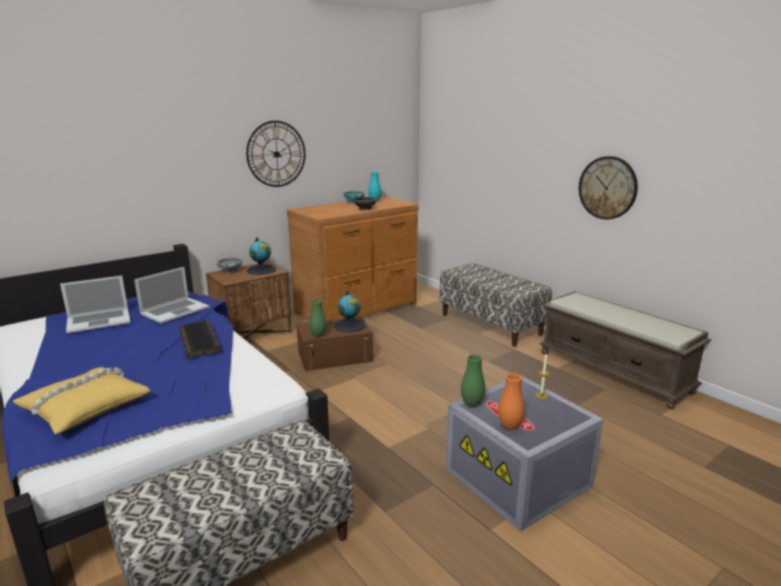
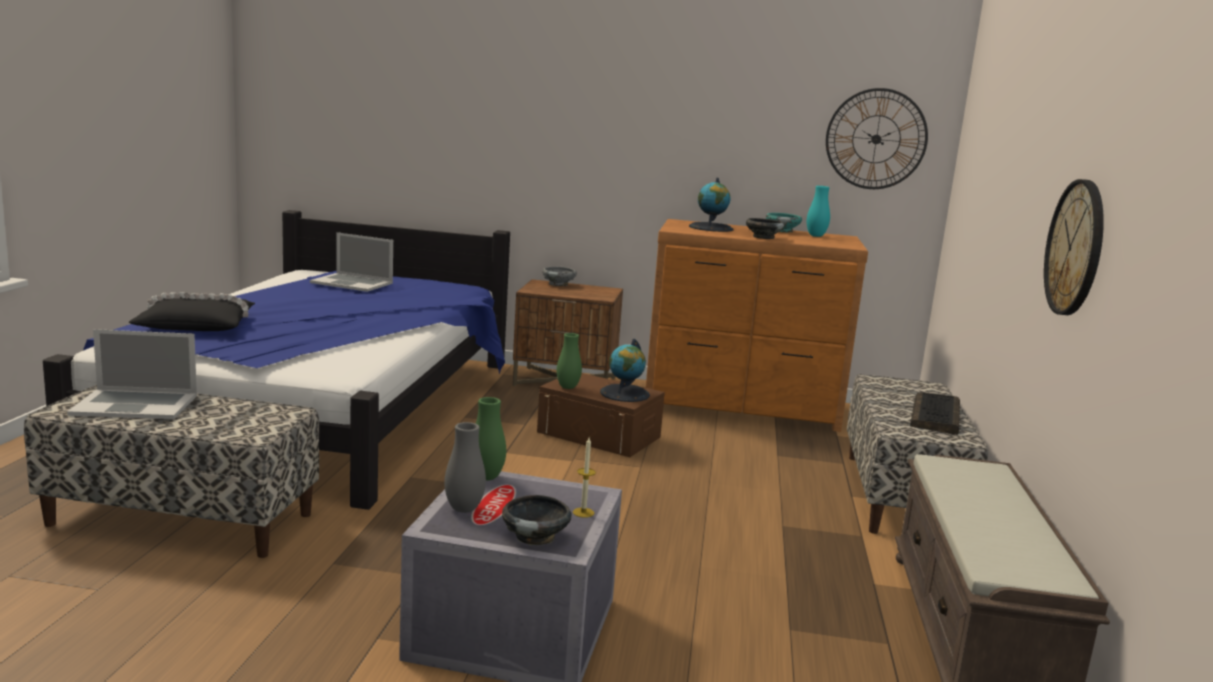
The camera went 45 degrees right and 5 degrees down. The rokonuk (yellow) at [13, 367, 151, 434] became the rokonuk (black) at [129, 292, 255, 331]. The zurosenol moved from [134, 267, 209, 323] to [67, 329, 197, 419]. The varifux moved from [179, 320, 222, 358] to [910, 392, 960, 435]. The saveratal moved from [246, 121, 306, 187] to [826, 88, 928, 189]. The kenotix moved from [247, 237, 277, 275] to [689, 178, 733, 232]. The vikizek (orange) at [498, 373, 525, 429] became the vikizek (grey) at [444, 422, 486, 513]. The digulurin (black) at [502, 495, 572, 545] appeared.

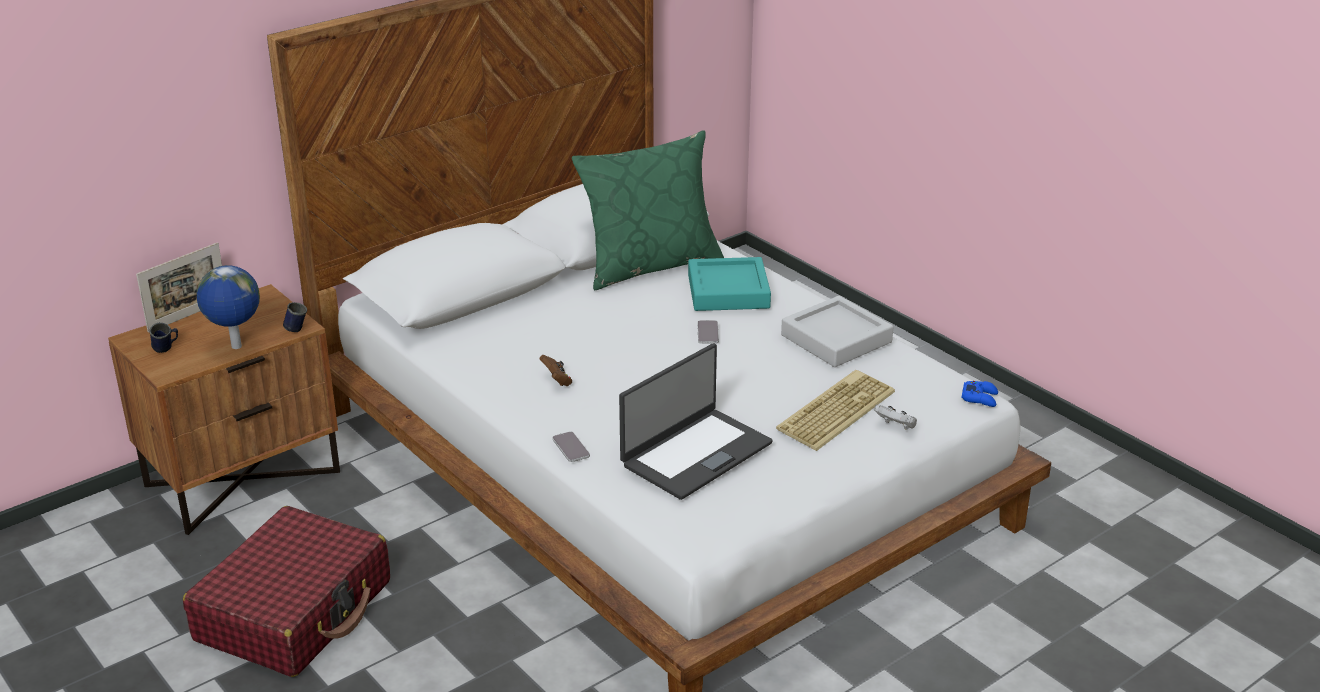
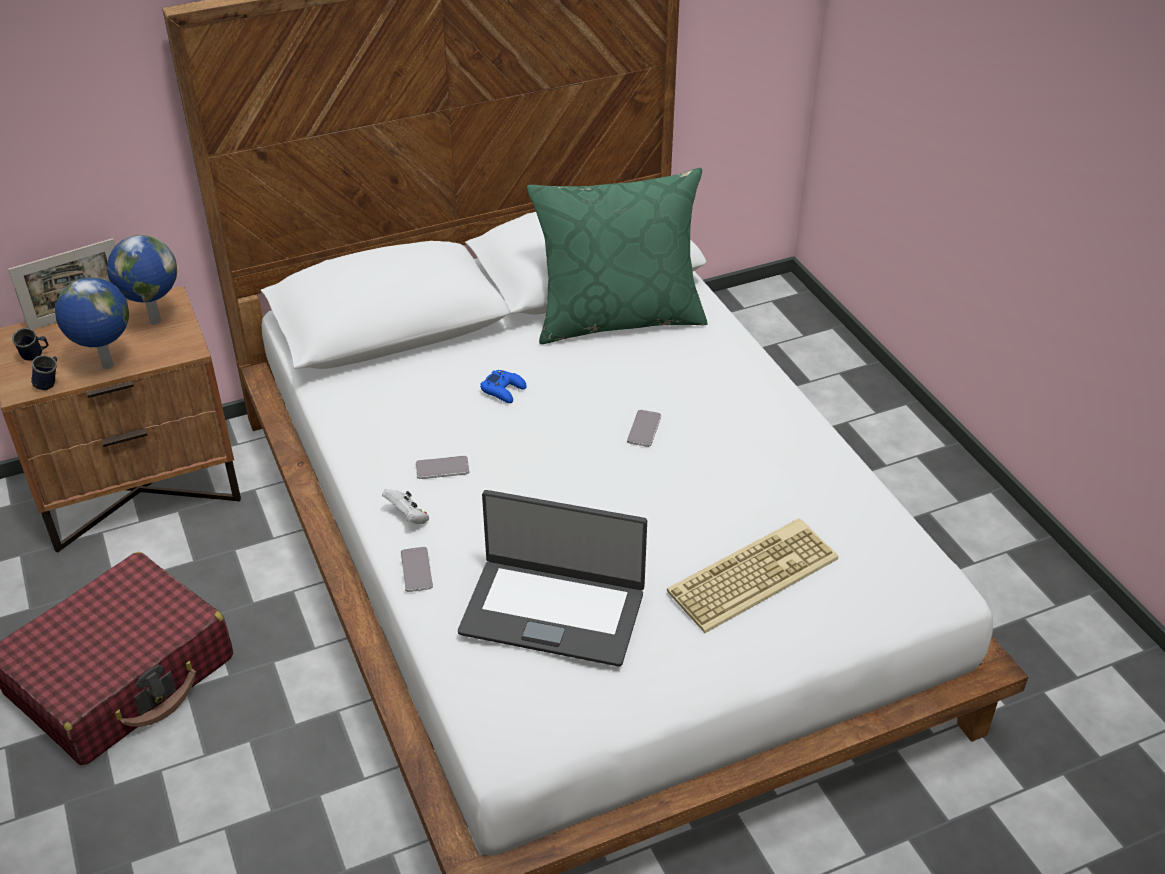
The camera went 15 degrees right and 10 degrees up. The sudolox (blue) moved from [283, 302, 307, 332] to [31, 355, 57, 390]. The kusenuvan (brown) at [539, 355, 572, 386] was replaced by the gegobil at [416, 456, 470, 479]. The zurosenol at [619, 344, 773, 500] turned 45 degrees clockwise. The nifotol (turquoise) at [688, 257, 771, 311] disappeared. The nifotol (grey) at [781, 296, 893, 367] disappeared. The kusenuvan (white) moved from [874, 404, 917, 430] to [382, 489, 429, 524]. The kusenuvan (blue) moved from [961, 381, 998, 407] to [480, 370, 527, 403]. The kenotix at [107, 235, 177, 325] appeared.

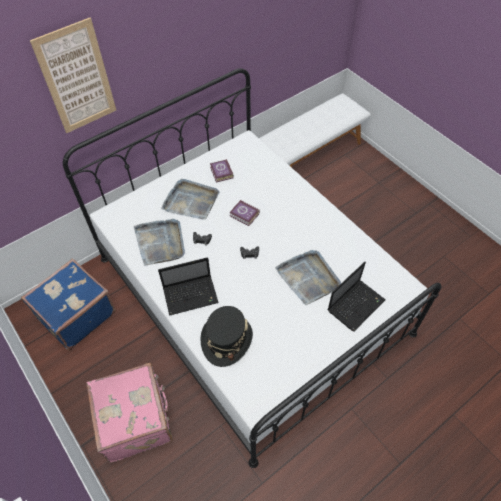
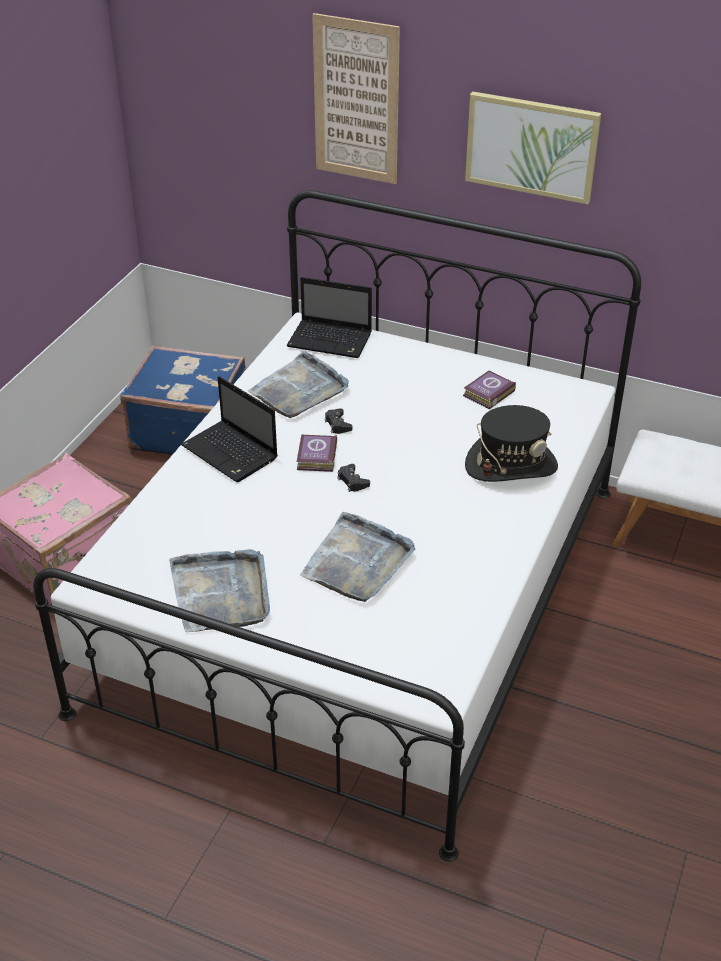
The camera went 60 degrees right and 15 degrees down. The nifotol (grey) moved from [161, 179, 219, 220] to [169, 549, 270, 632]. The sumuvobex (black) moved from [200, 306, 253, 367] to [465, 405, 558, 482]. The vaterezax moved from [229, 200, 260, 226] to [297, 435, 337, 472]. The zurosenol moved from [328, 262, 386, 332] to [287, 277, 372, 358]. The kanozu at [465, 91, 601, 204] appeared.

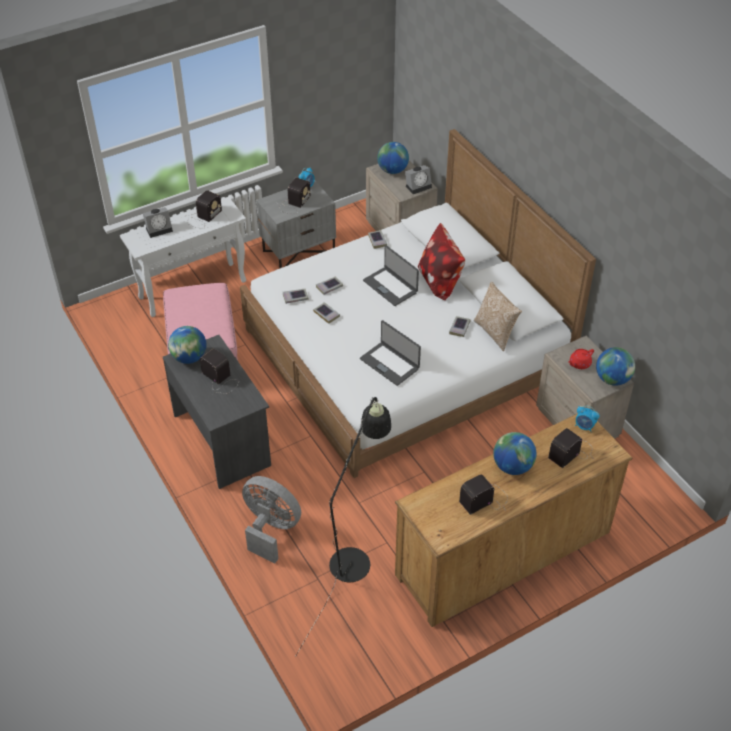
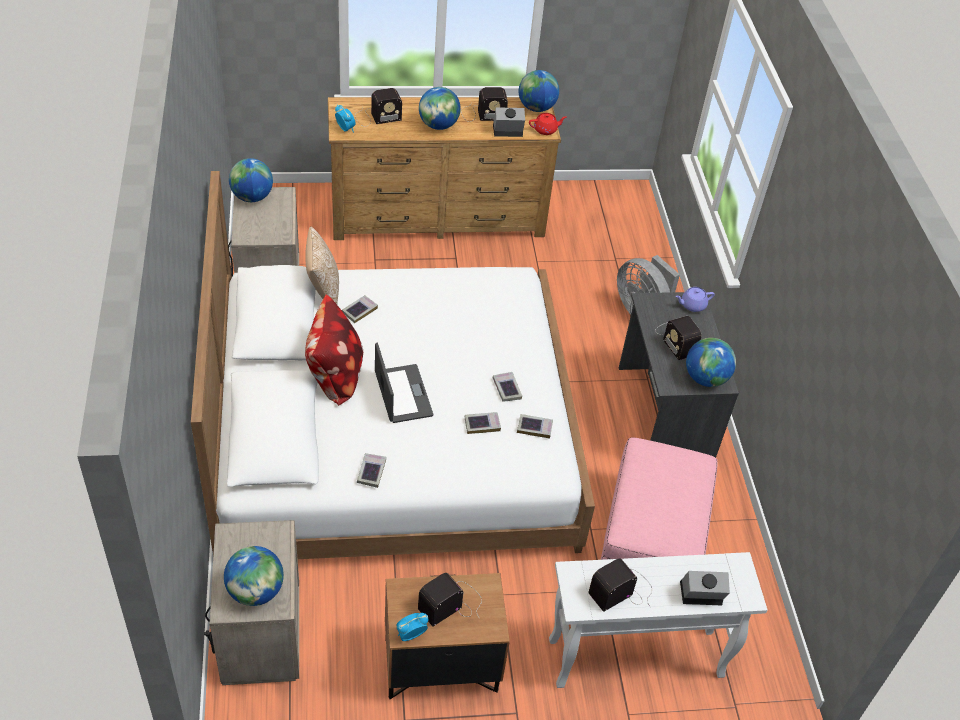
The camera went 160 degrees left and 0 degrees up. The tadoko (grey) at [257, 181, 336, 268] became the tadoko (brown) at [385, 573, 510, 699]. The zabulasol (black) at [295, 397, 391, 657] disappeared. The zurosenol at [360, 320, 421, 386] disappeared. The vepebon moved from [405, 165, 432, 194] to [493, 107, 525, 137]. The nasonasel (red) moved from [568, 349, 594, 369] to [529, 113, 567, 135]. The kenotix at [519, 70, 559, 112] appeared. The nasonasel (purple) at [675, 287, 715, 312] appeared.

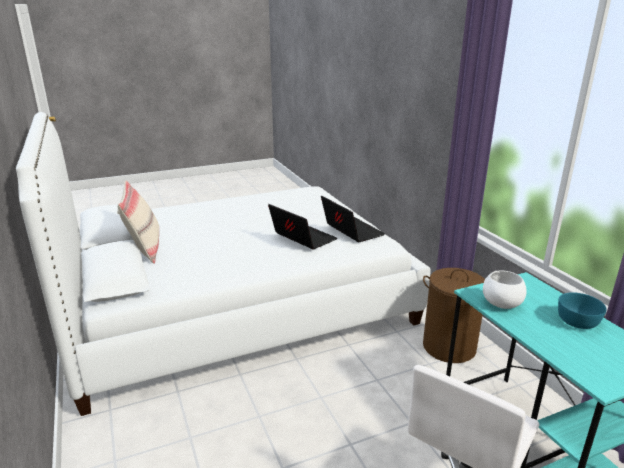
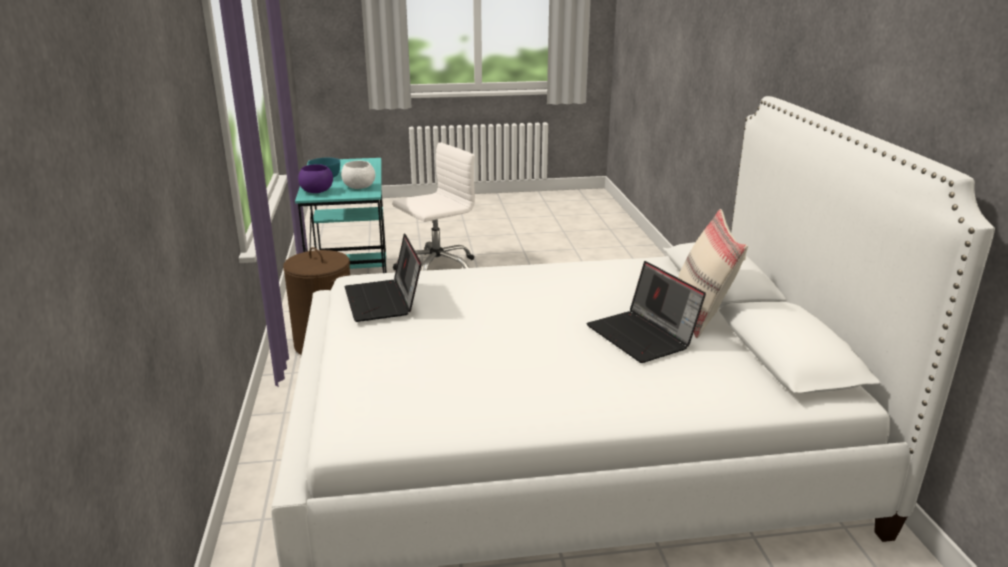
The camera went 165 degrees left and 0 degrees up. The zurosenol moved from [268, 204, 337, 249] to [587, 261, 706, 363]. The digulurin (purple) at [298, 164, 333, 193] appeared.

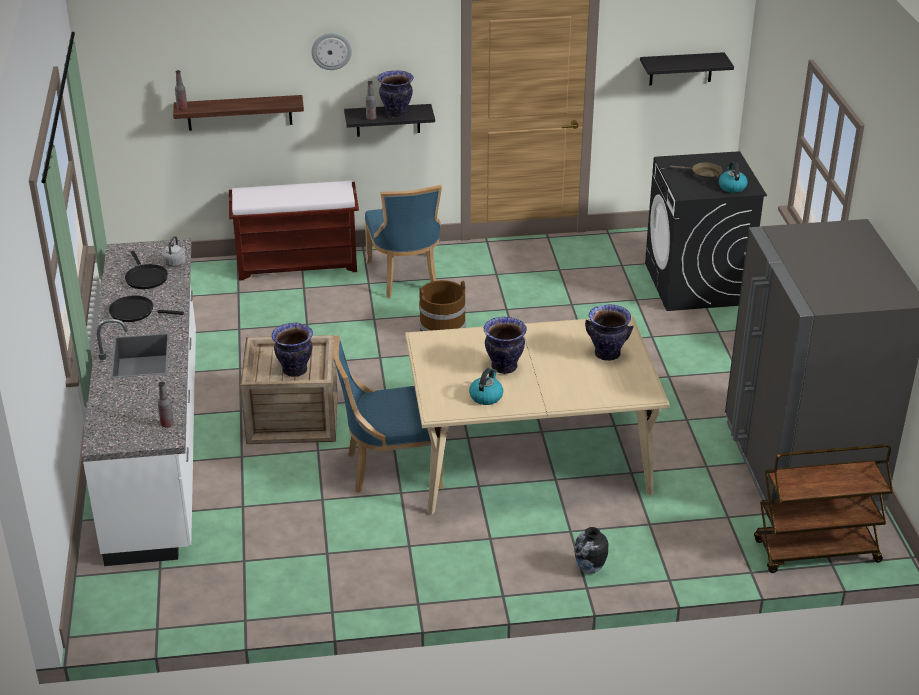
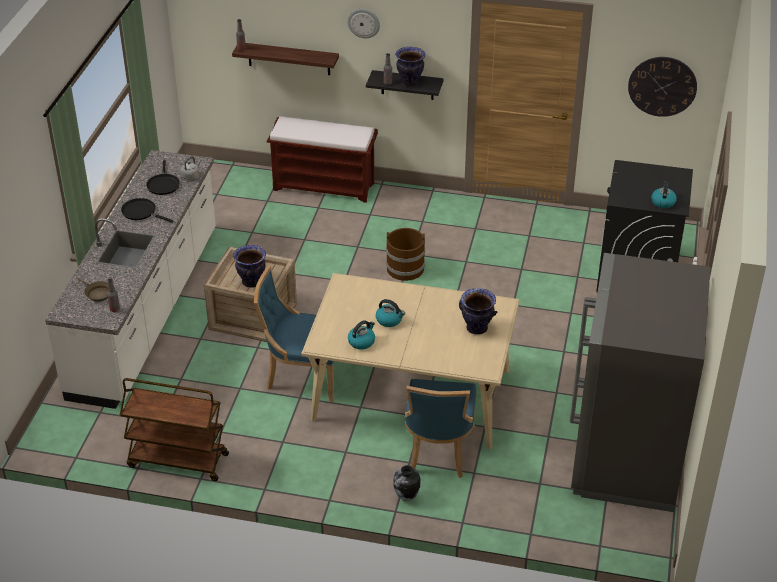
The camera went 20 degrees right and 5 degrees up. The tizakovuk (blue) moved from [365, 185, 442, 298] to [405, 379, 476, 478]. The vikizek at [484, 317, 526, 374] was replaced by the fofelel at [376, 299, 405, 327]. The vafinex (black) at [640, 52, 734, 85] was replaced by the saveratal at [628, 57, 697, 117]. The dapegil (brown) moved from [670, 162, 722, 181] to [76, 277, 109, 302]. The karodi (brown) moved from [754, 444, 894, 573] to [120, 378, 229, 481].

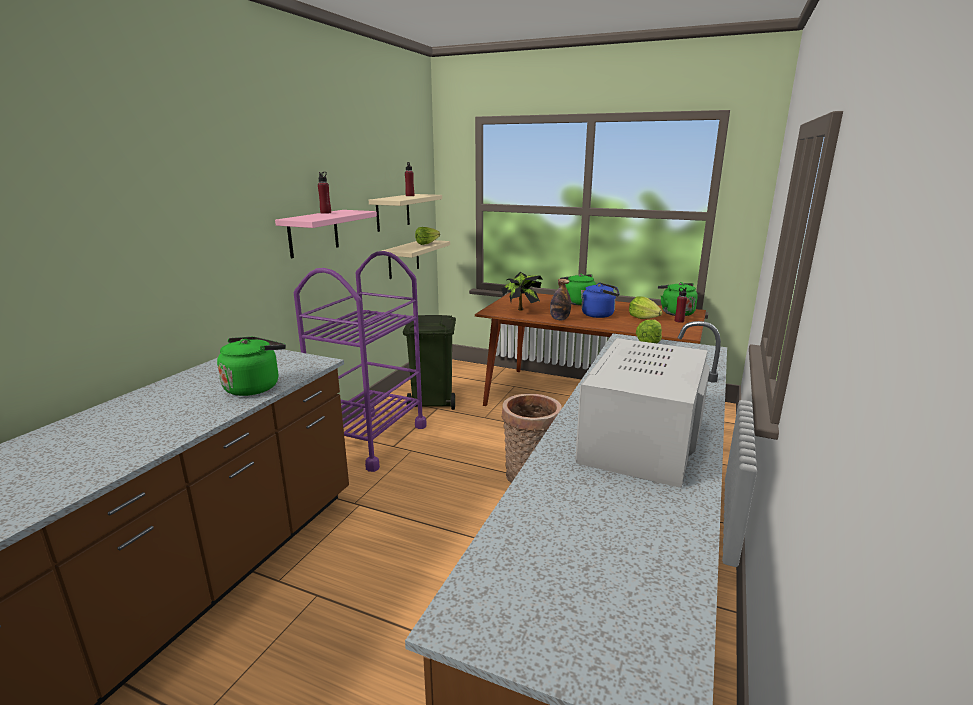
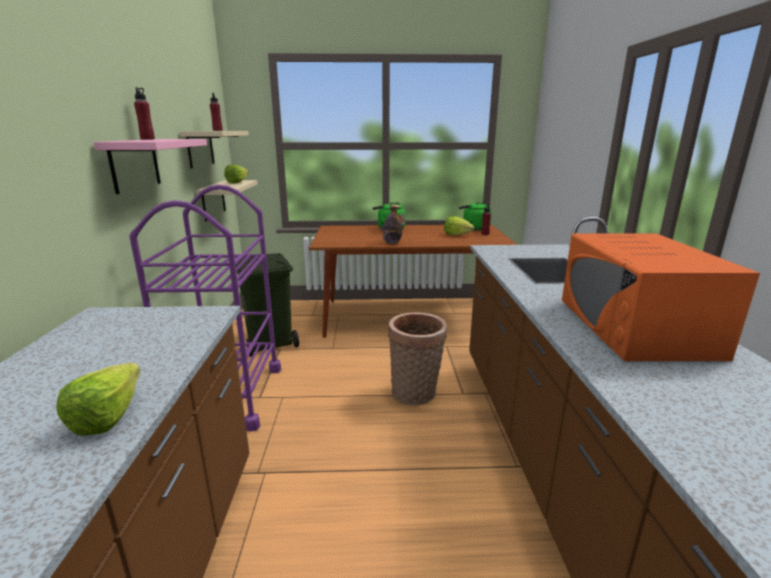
The camera went 25 degrees left and 0 degrees up. The fofelel (green) at [217, 337, 286, 396] disappeared. The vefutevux at [502, 272, 543, 311] disappeared. The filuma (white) at [575, 338, 710, 488] became the filuma (orange) at [562, 233, 760, 361]. The fofelel (blue) at [582, 282, 620, 318] disappeared. The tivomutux moved from [636, 320, 662, 343] to [56, 363, 141, 436].

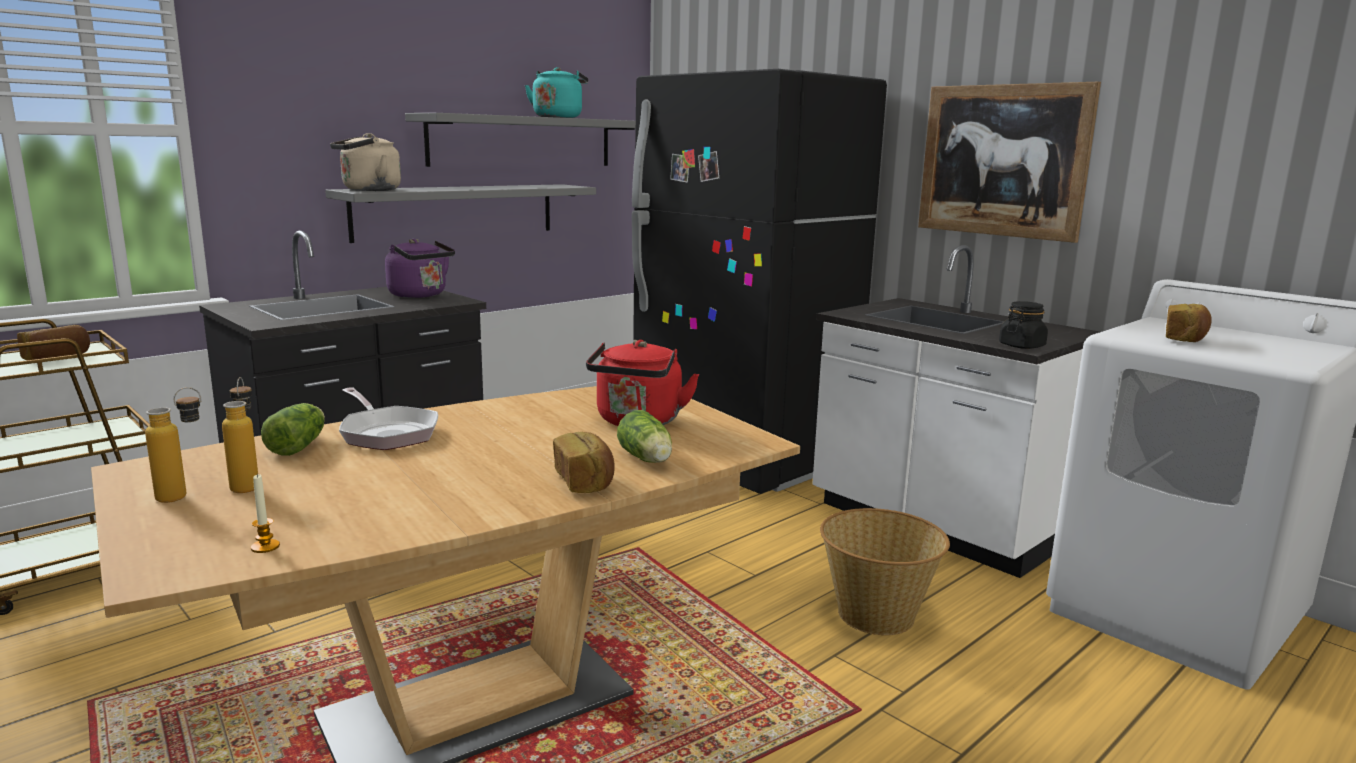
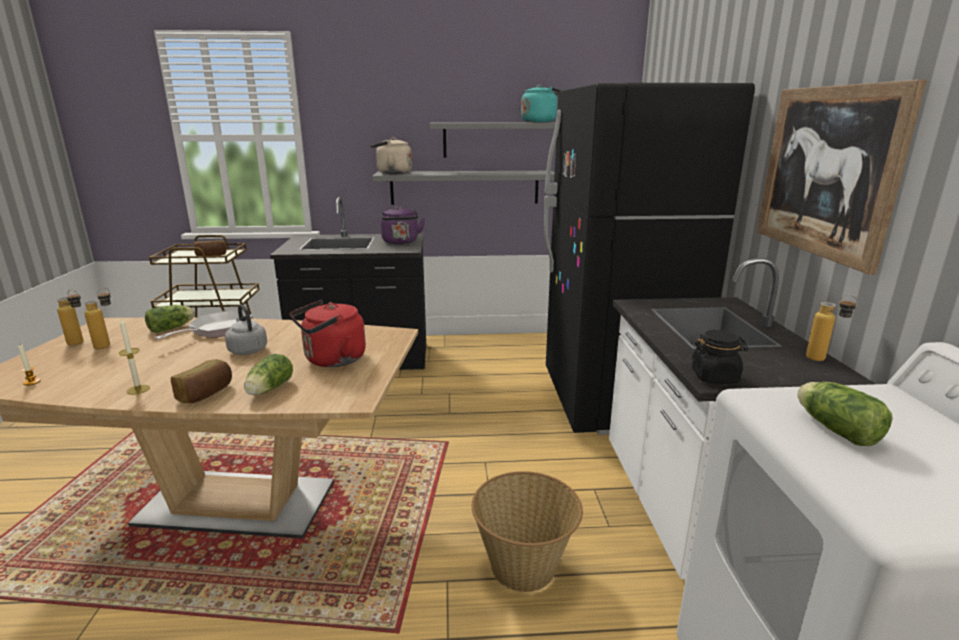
The camera went 40 degrees right and 5 degrees up. The dapegil at [339, 387, 438, 450] turned 150 degrees counterclockwise. The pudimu at [1166, 304, 1212, 342] was replaced by the tivomutux at [797, 382, 892, 446]. The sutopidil at [119, 319, 150, 395] appeared. The fofelel (grey) at [225, 305, 267, 355] appeared. The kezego at [806, 295, 858, 361] appeared.

